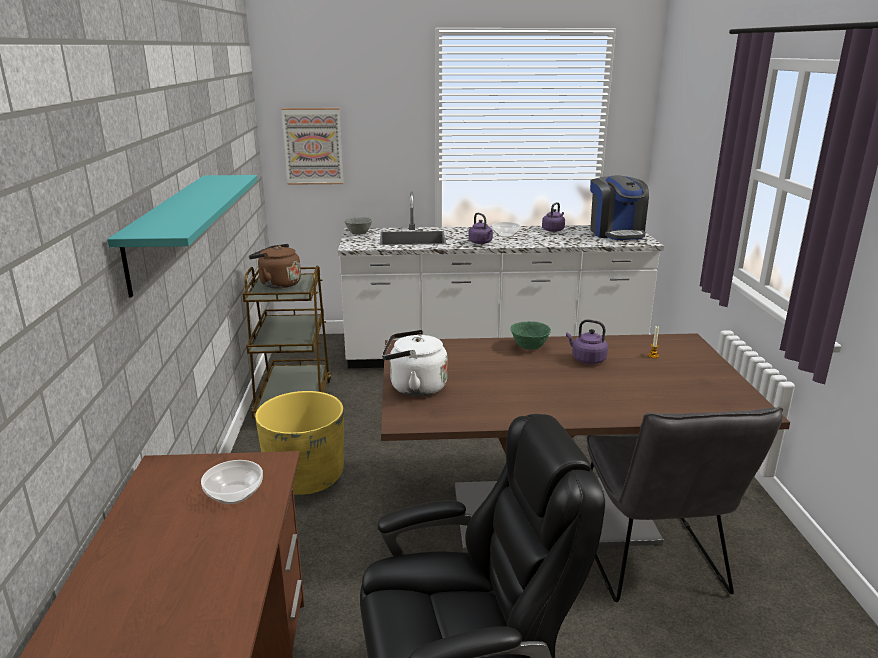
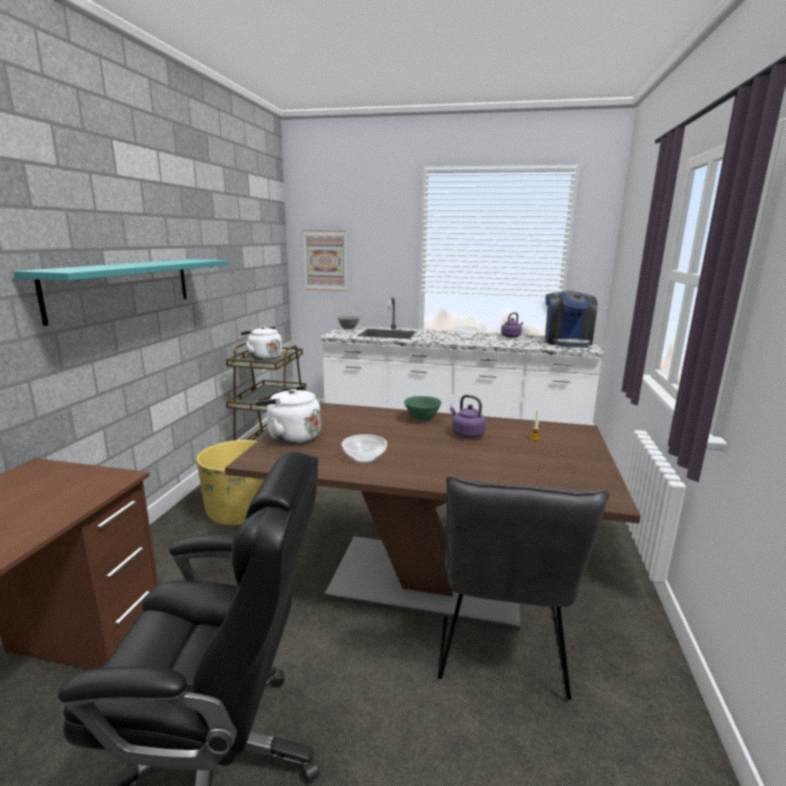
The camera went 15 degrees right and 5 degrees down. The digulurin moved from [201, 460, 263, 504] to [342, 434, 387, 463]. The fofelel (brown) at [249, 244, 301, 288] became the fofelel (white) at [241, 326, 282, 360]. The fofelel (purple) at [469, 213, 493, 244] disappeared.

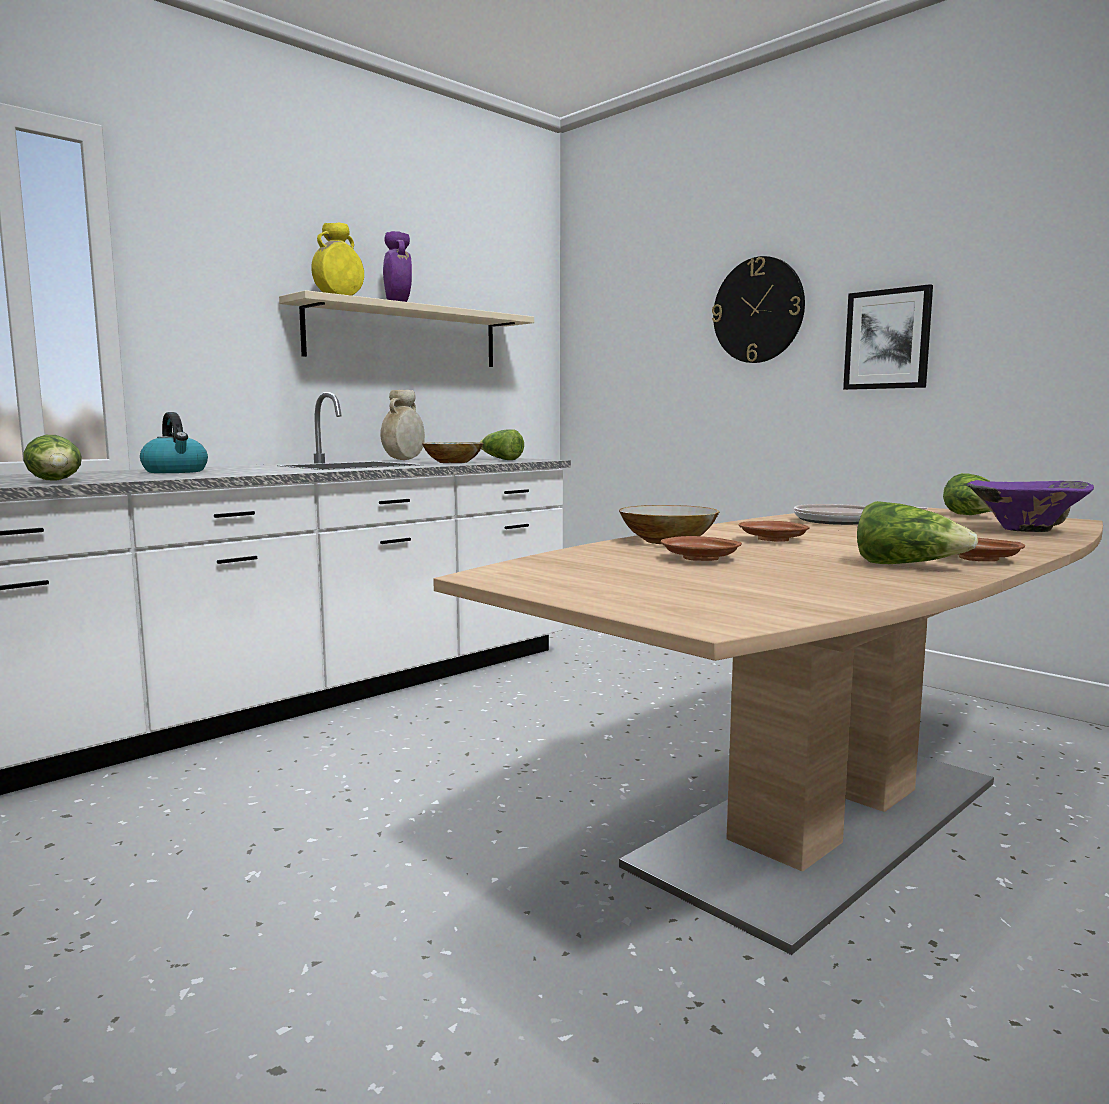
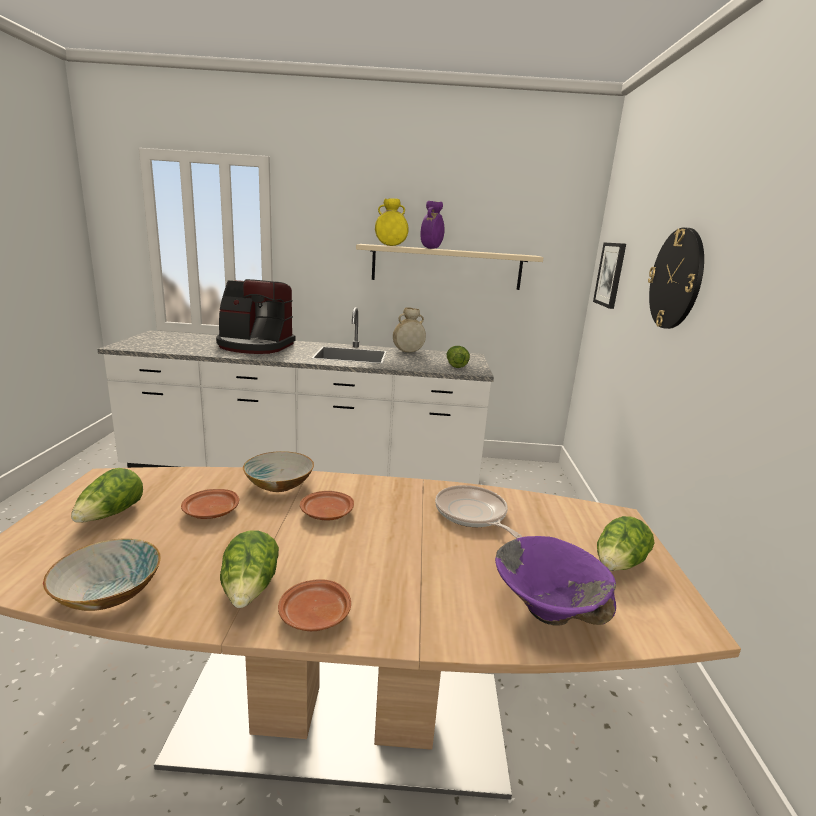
The camera went 45 degrees right and 10 degrees up. The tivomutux moved from [24, 435, 82, 481] to [71, 468, 143, 523]. The fofelel at [140, 412, 208, 473] was replaced by the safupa at [216, 279, 296, 354]. The digulurin moved from [422, 442, 484, 463] to [43, 539, 161, 611]. The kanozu moved from [843, 284, 933, 390] to [593, 242, 626, 309].

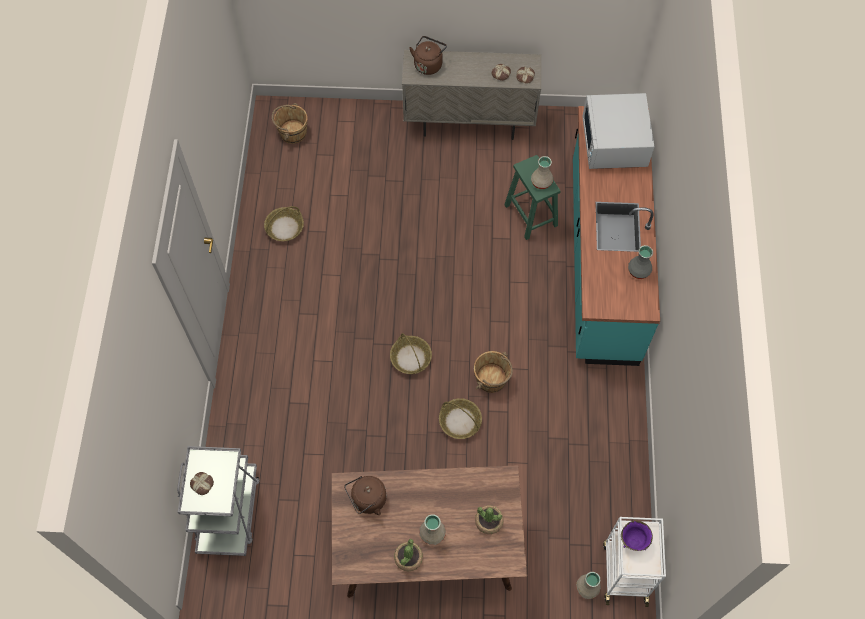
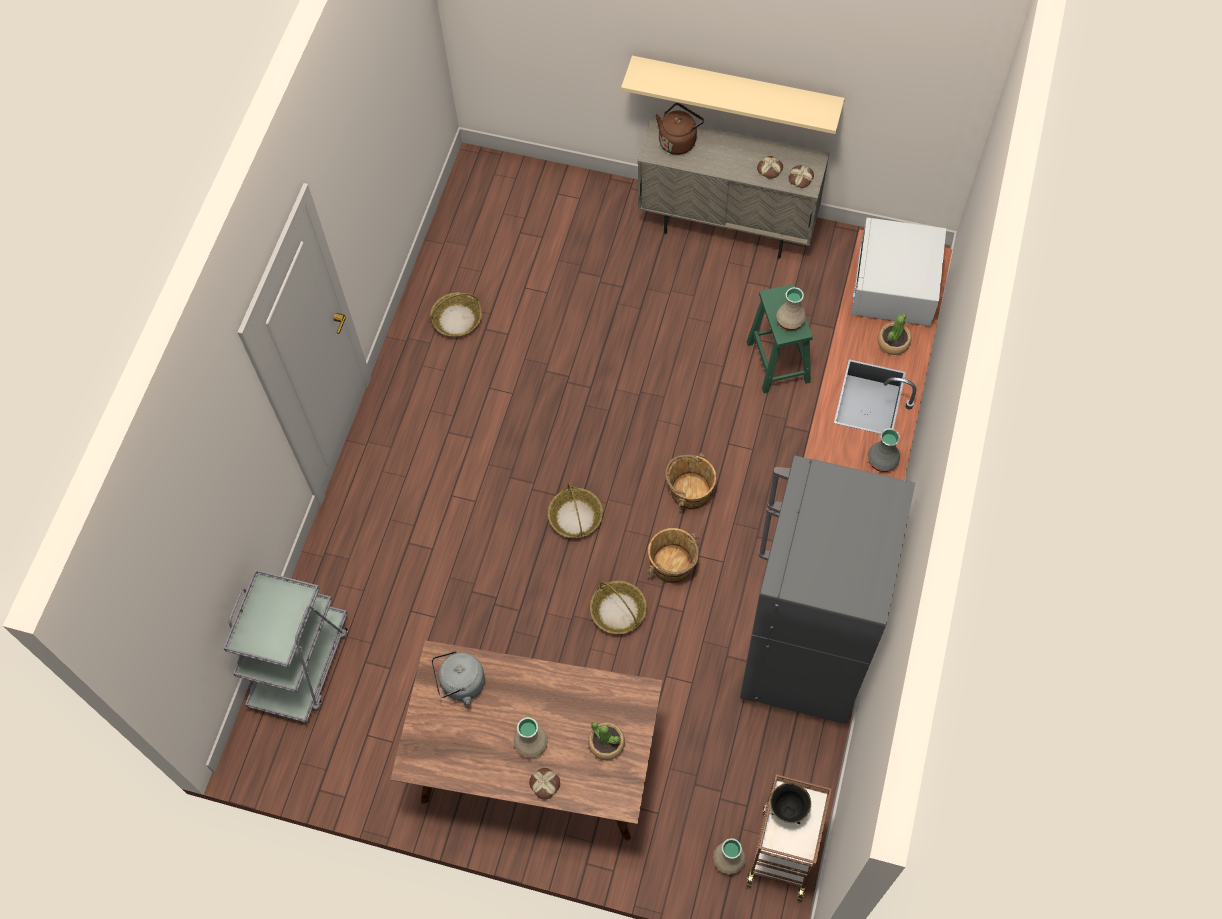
The camera went 15 degrees right and 0 degrees up. The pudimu moved from [190, 472, 214, 495] to [529, 768, 560, 800]. The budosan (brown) moved from [272, 103, 308, 144] to [665, 453, 716, 509]. The fofelel (brown) at [344, 476, 387, 515] became the fofelel (grey) at [431, 651, 485, 705]. The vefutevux moved from [394, 539, 423, 571] to [877, 313, 912, 355]. The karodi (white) at [603, 517, 666, 607] became the karodi (brown) at [746, 774, 832, 902]. The digulurin (purple) at [621, 521, 653, 551] became the digulurin (black) at [769, 783, 811, 824]. The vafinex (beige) at [621, 56, 845, 134] appeared. The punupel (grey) at [740, 455, 915, 724] appeared.

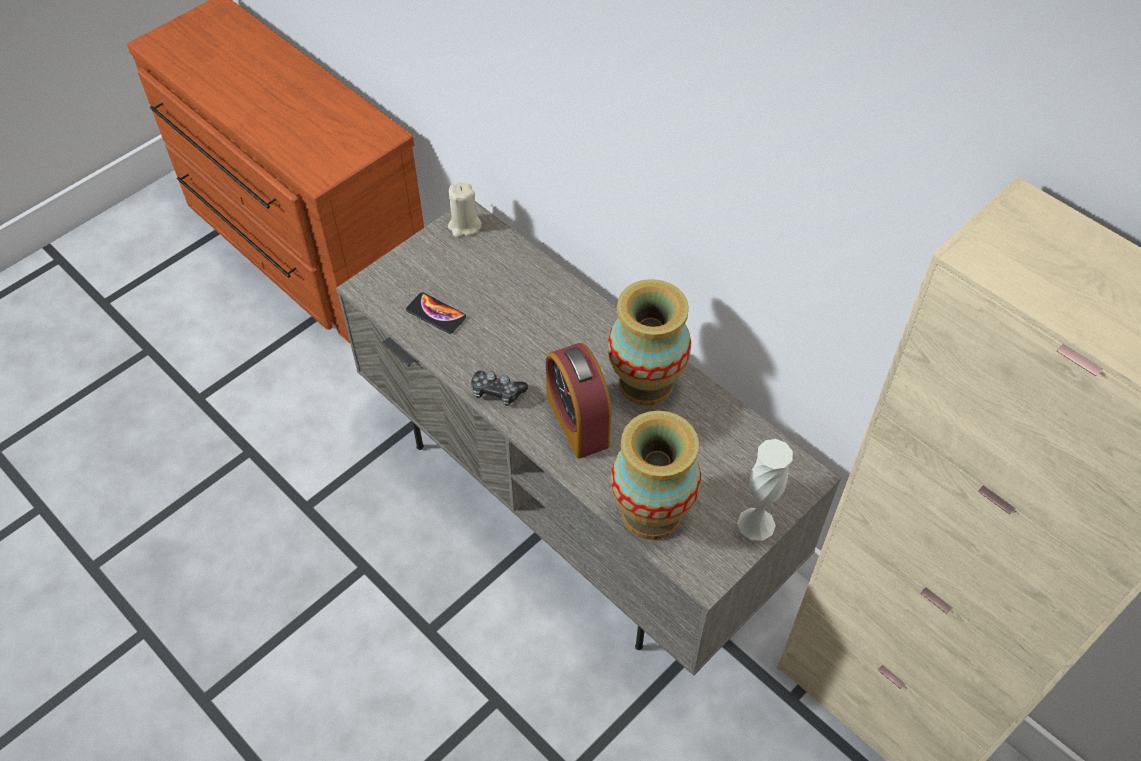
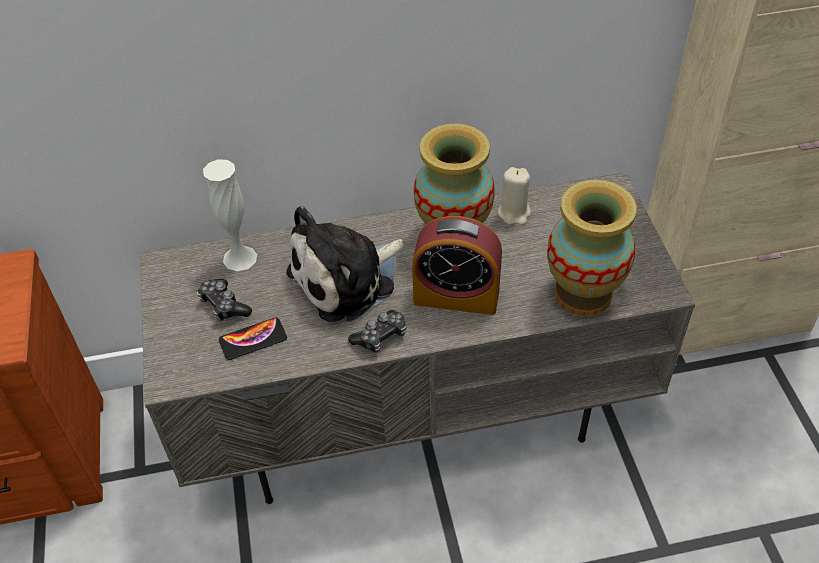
The camera went 55 degrees left and 5 degrees down. The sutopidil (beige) moved from [448, 183, 482, 237] to [498, 167, 531, 225]. The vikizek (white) moved from [737, 439, 793, 541] to [203, 159, 257, 271]. The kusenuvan at [197, 279, 252, 321] appeared. The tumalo at [286, 206, 404, 322] appeared.

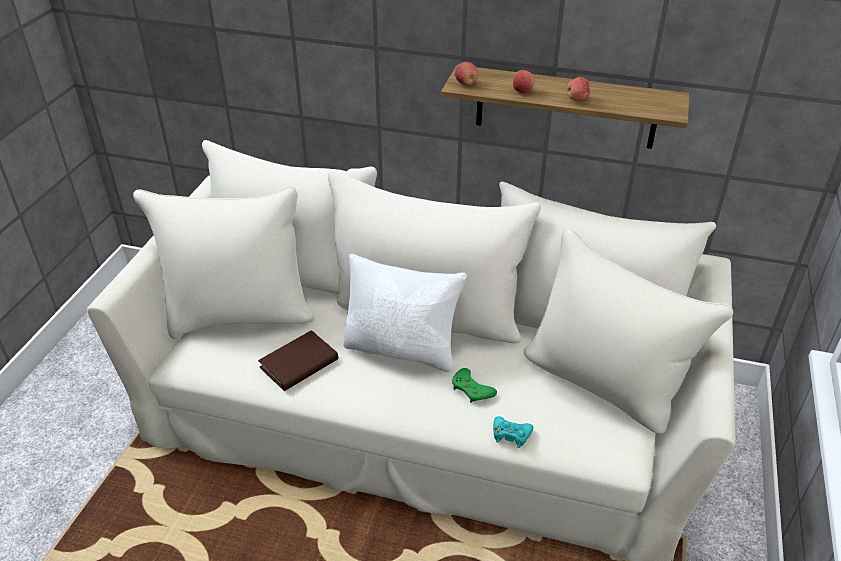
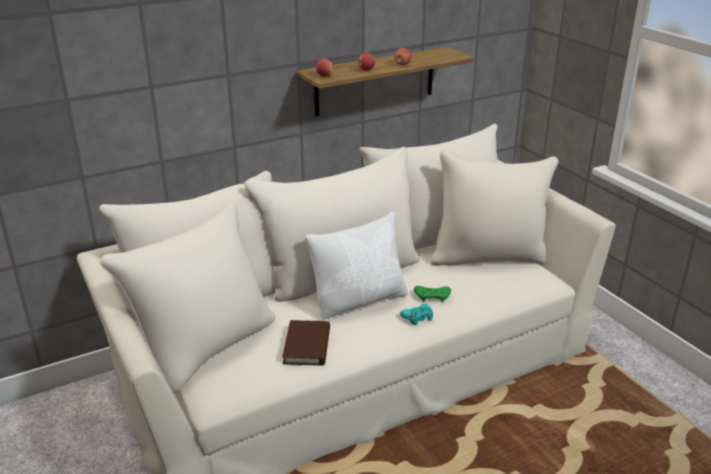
The camera went 45 degrees left and 10 degrees down. The kusenuvan (turquoise) moved from [493, 416, 533, 448] to [400, 304, 433, 326].

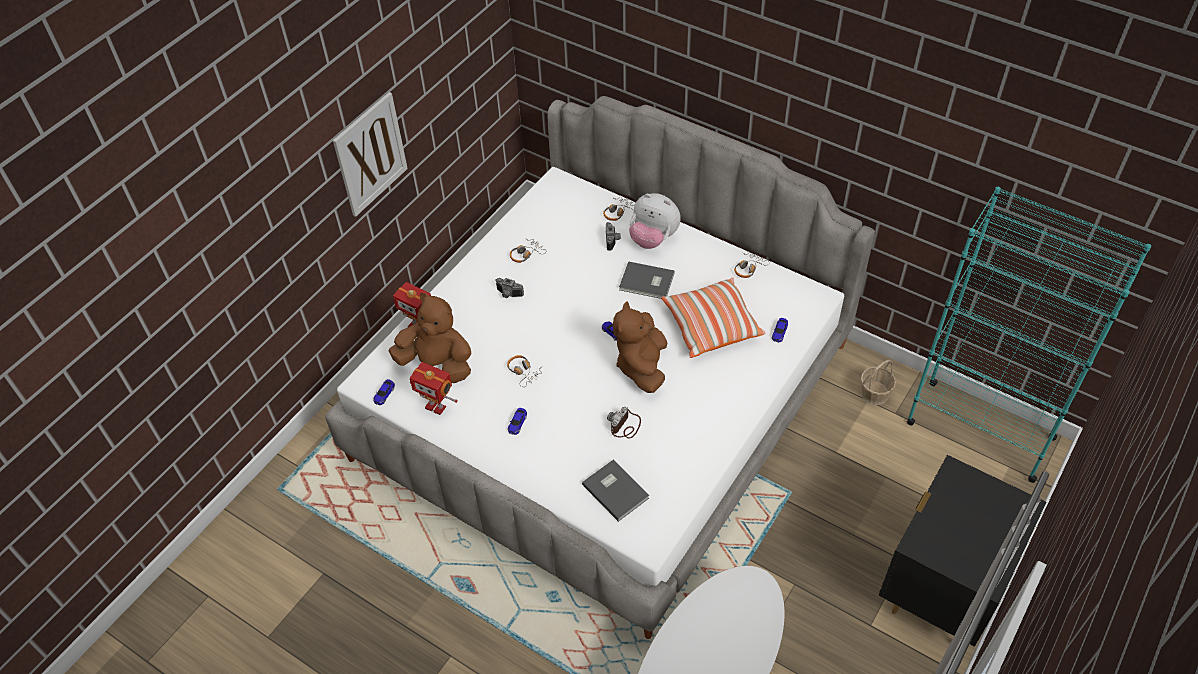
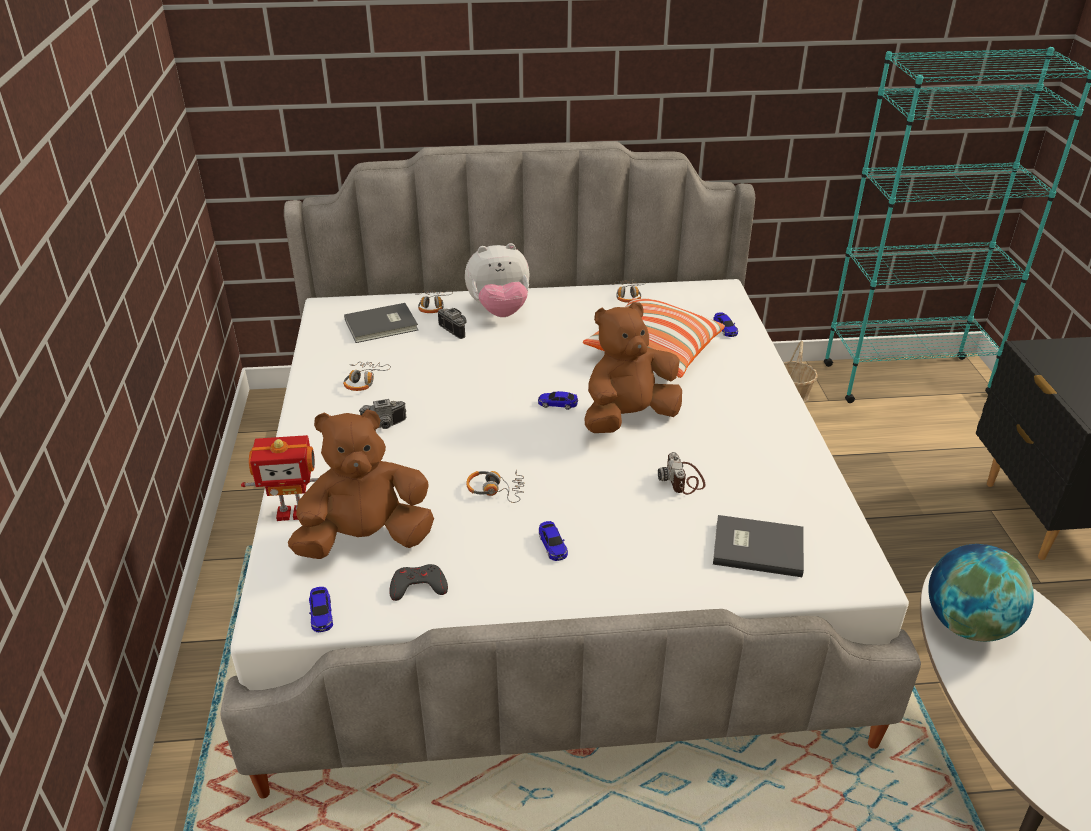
The camera went 40 degrees left and 15 degrees down. The kanozu at [333, 92, 408, 217] disappeared. The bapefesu at [410, 362, 458, 415] was replaced by the kusenuvan (grey) at [389, 564, 448, 601]. The tumalo (brown) at [613, 301, 667, 393] turned 90 degrees clockwise. The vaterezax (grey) moved from [619, 261, 675, 299] to [344, 303, 418, 343]. The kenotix at [928, 544, 1034, 642] appeared.

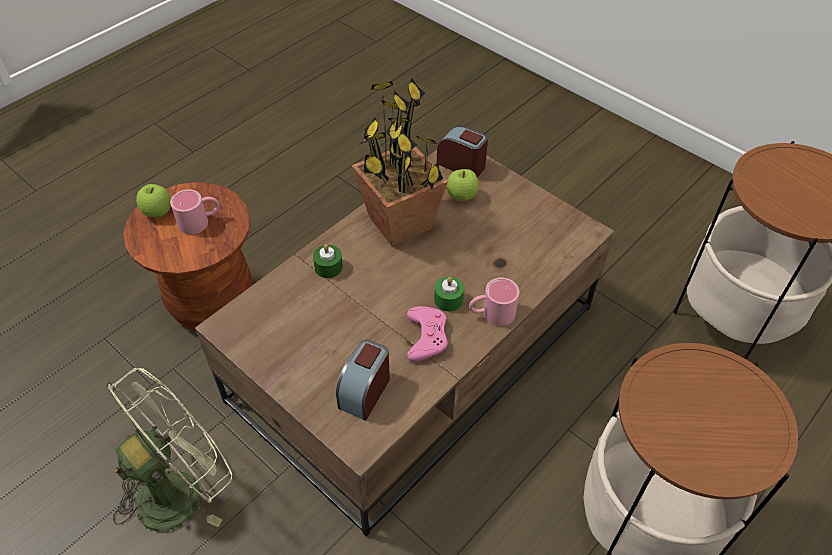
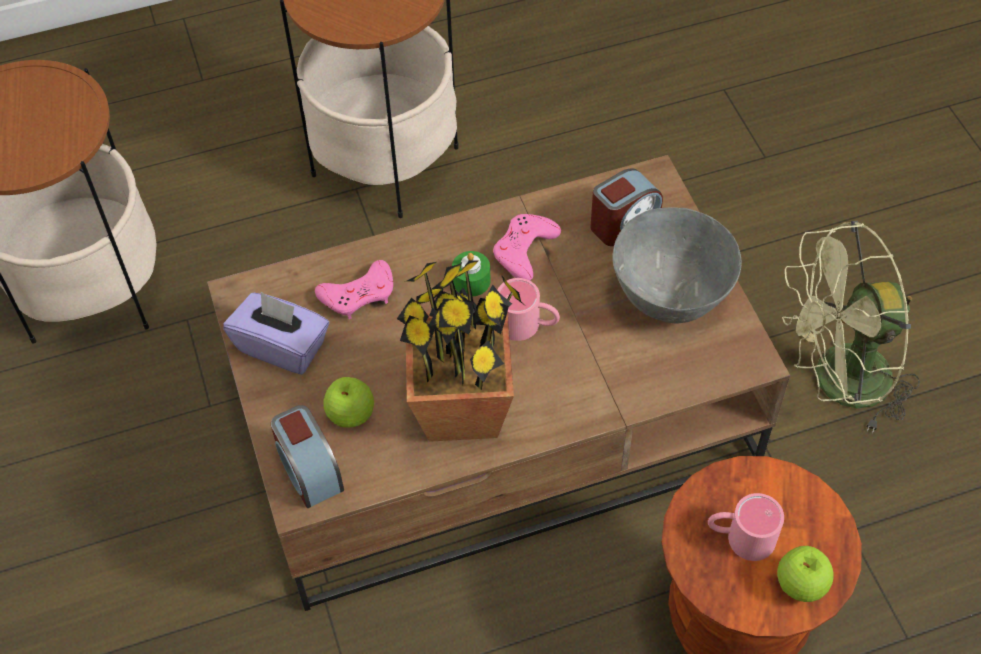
The camera went 150 degrees left and 5 degrees up. The sutopidil (green) at [313, 244, 343, 278] disappeared. The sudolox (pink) moved from [469, 278, 519, 326] to [498, 278, 560, 341]. The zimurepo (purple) at [223, 292, 329, 375] appeared. The kusenuvan (pink) at [315, 260, 393, 319] appeared. The digulurin (grey) at [612, 207, 742, 323] appeared.

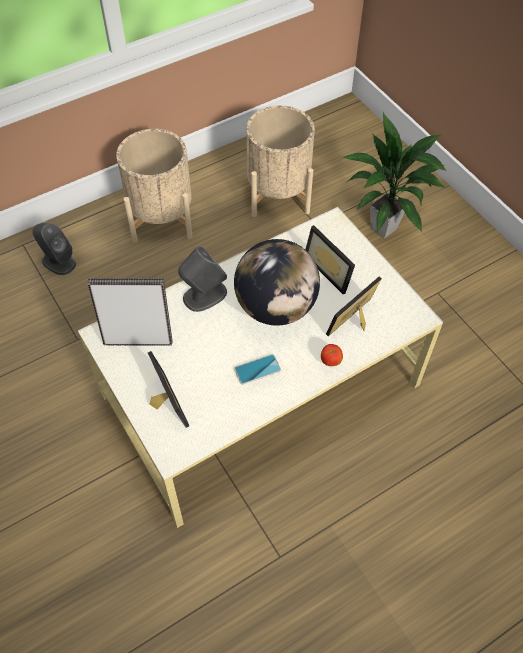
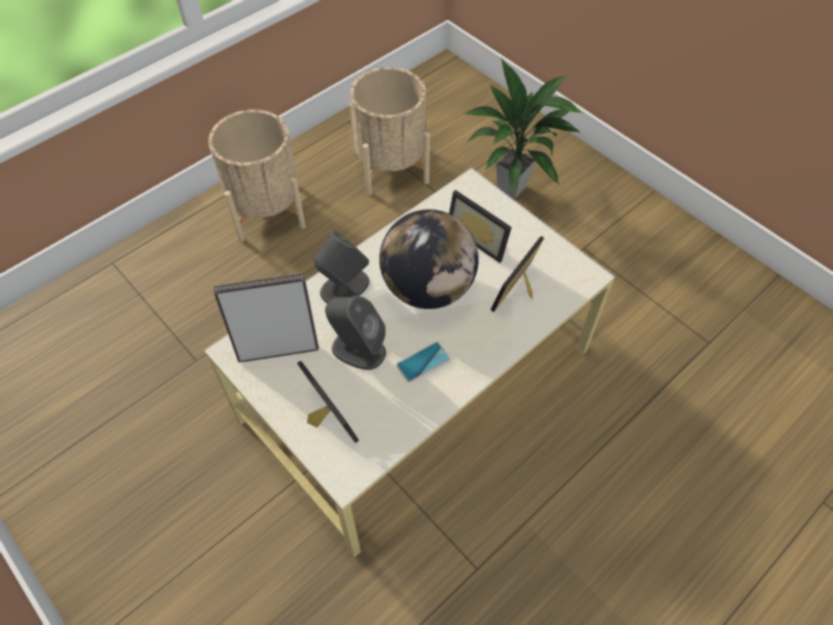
The camera went 10 degrees left and 0 degrees up. The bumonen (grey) moved from [32, 223, 76, 275] to [325, 296, 386, 370]. The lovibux at [321, 344, 343, 366] disappeared.

